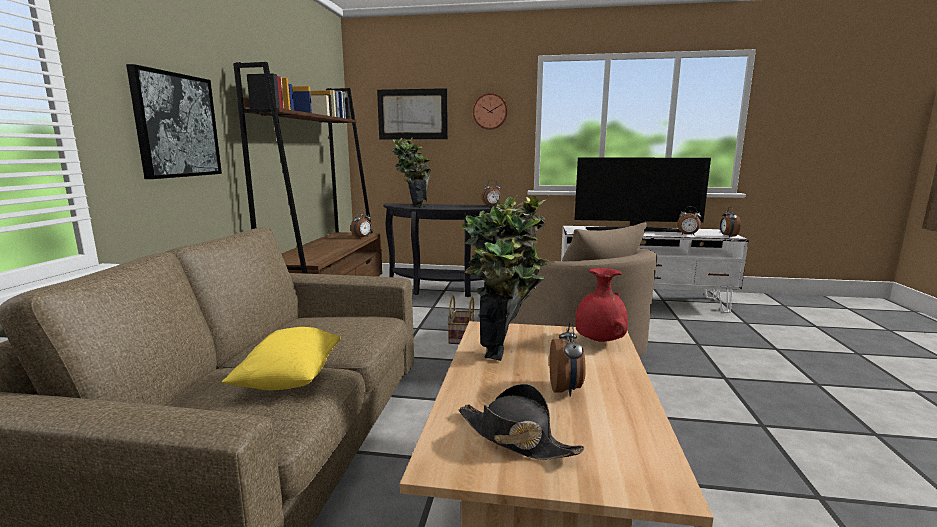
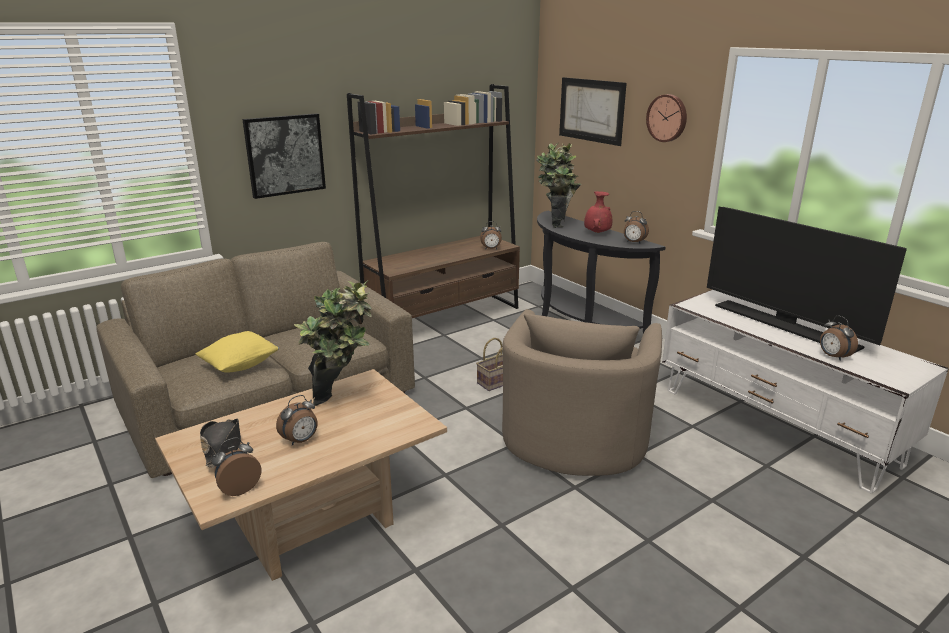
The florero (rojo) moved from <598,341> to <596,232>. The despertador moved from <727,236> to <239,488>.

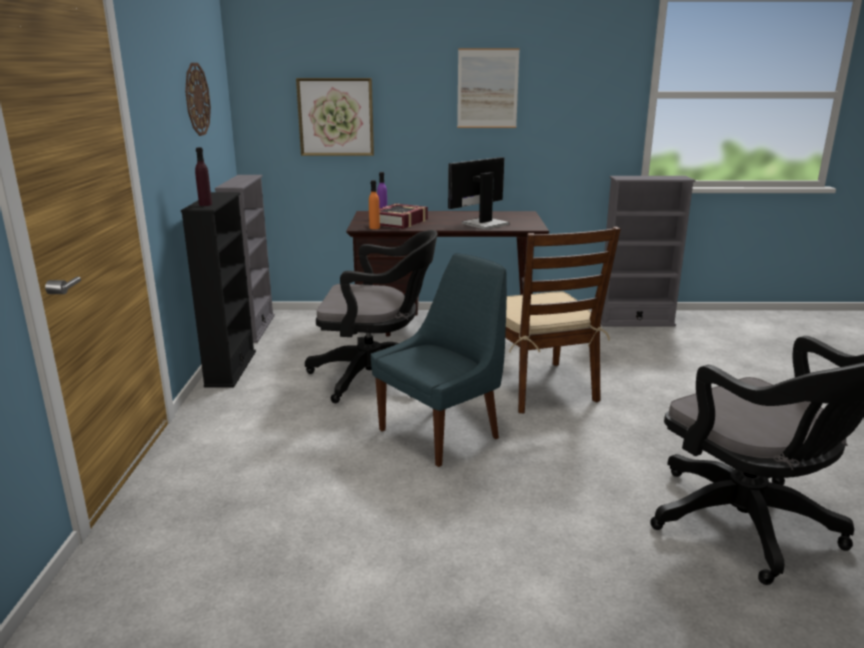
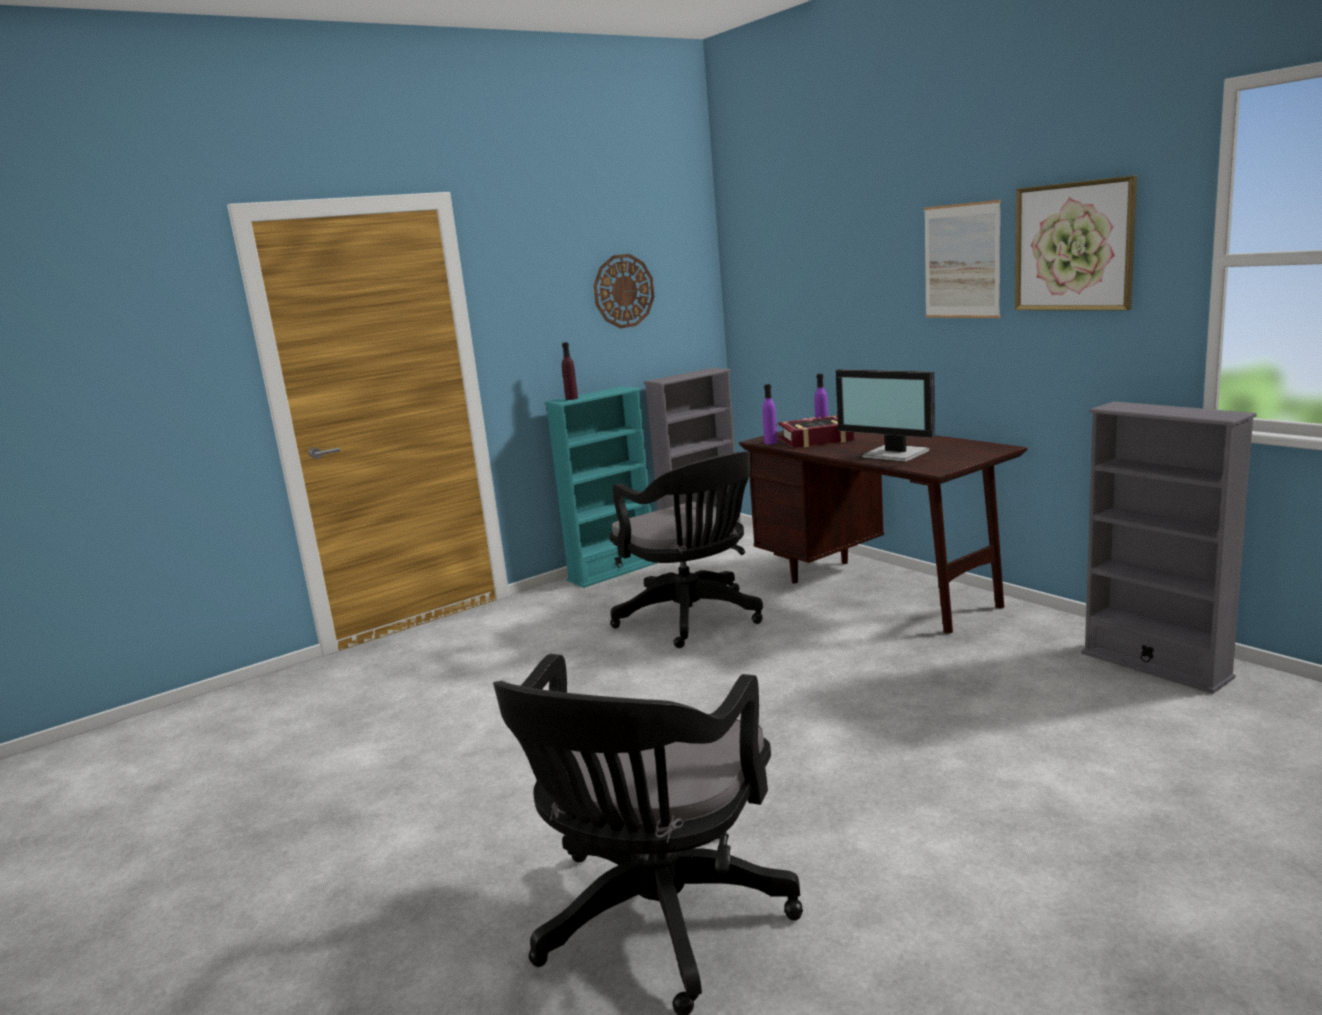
The silla (azul) at <442,432> disappeared. The silla (marrón) at <540,387> disappeared. The cuadro moved from <336,117> to <1074,246>. The estantería (negro) at <230,368> became the estantería (turquesa) at <613,571>. The botella (naranja) at <374,228> became the botella (morado) at <771,442>. The monitor at <483,223> turned 150 degrees counterclockwise.

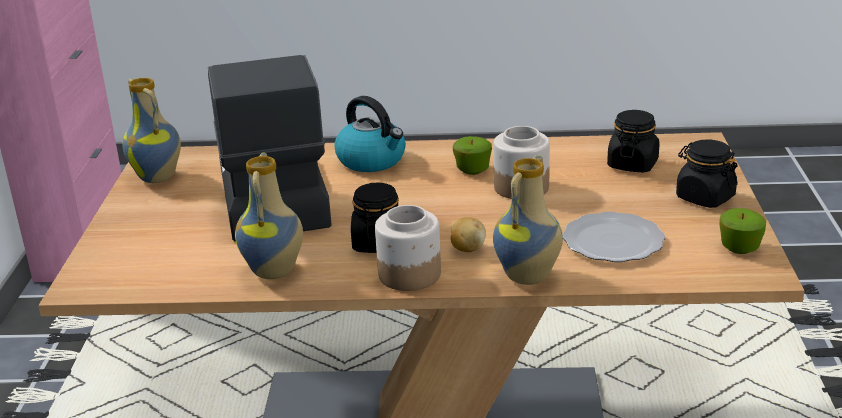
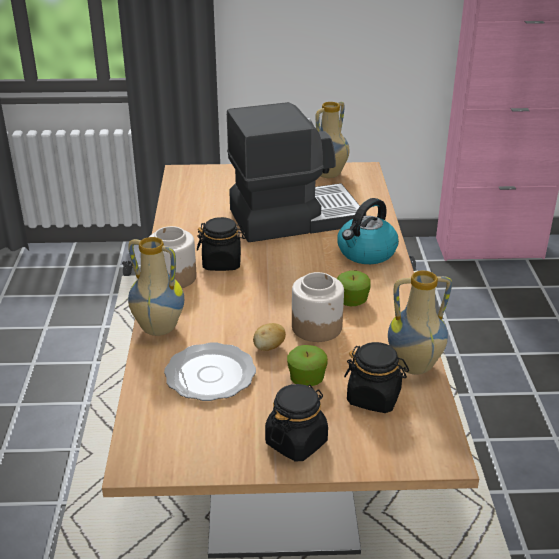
The florero moved from <275,272> to <414,367>. The patata moved from <467,249> to <269,348>. The manzana moved from <739,248> to <306,380>.

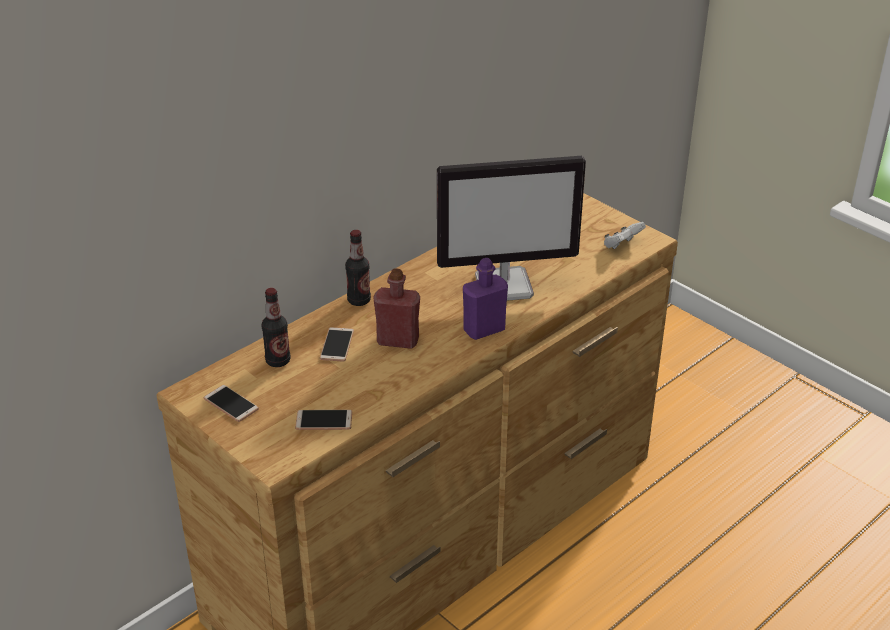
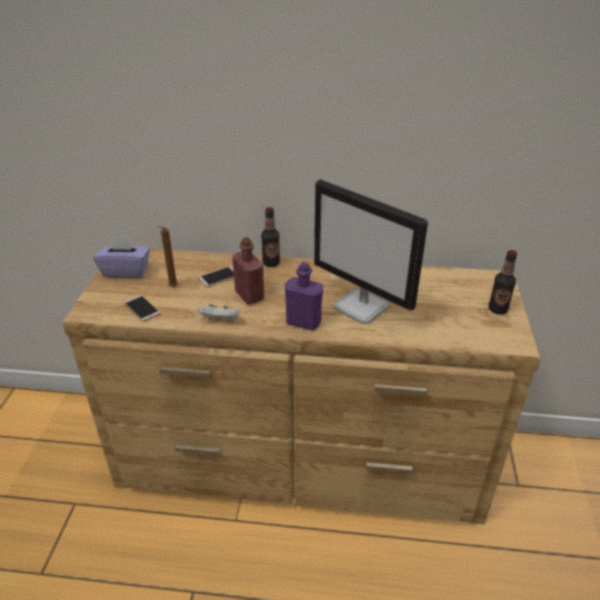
The vela (marrón) at <172,287> appeared. The botella moved from <278,361> to <497,309>. The mando de consola (blanco) moved from <622,245> to <221,321>. The móvil at <231,404> was replaced by the caja de pañuelos (morado) at <126,271>.

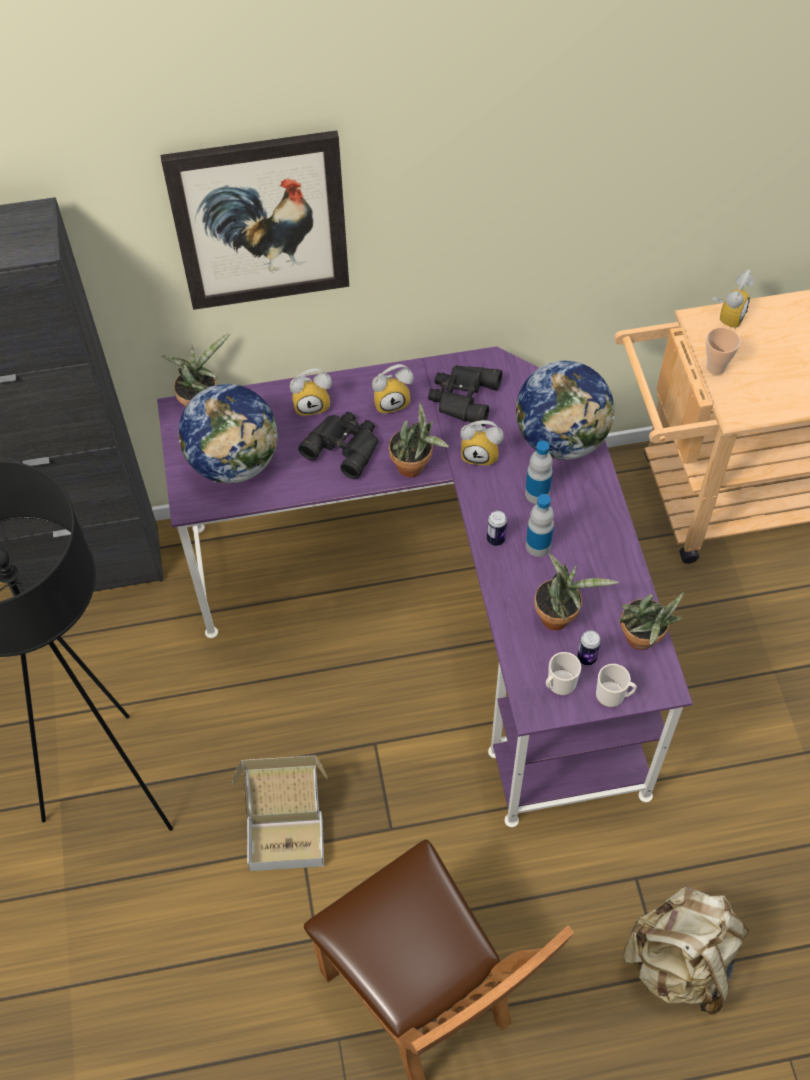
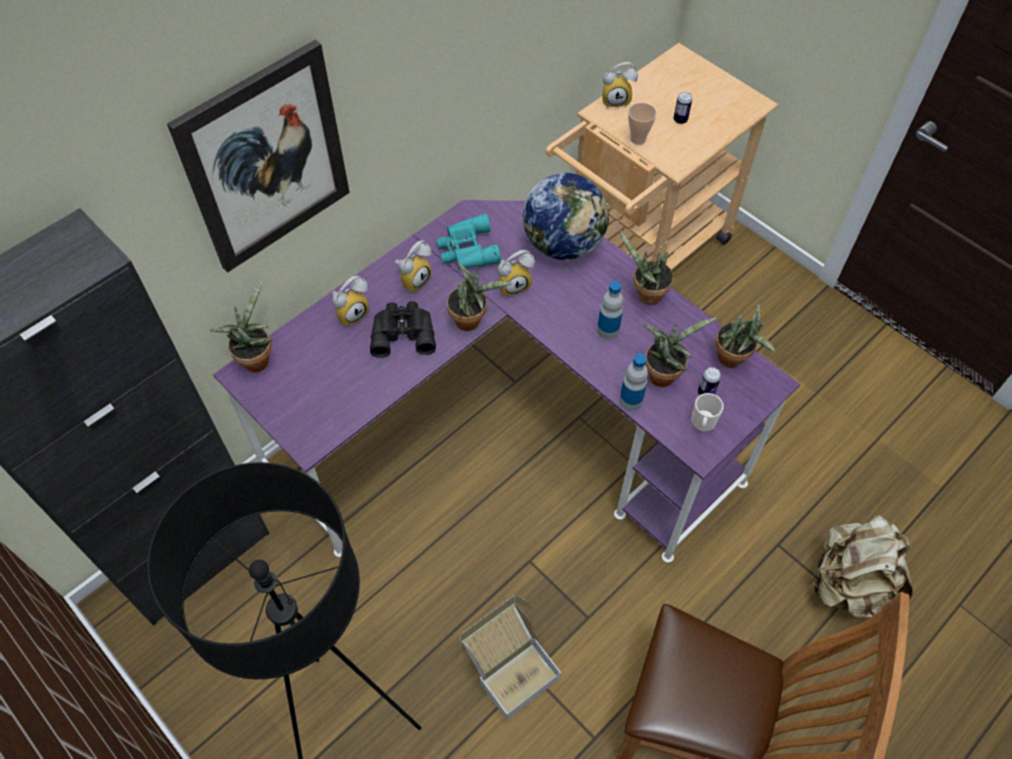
The globo terráqueo at <235,462> disappeared. The taza grande at <613,695> disappeared. The planta en maceta at <645,295> appeared. The lata moved from <495,539> to <680,120>. The botella moved from <537,493> to <630,401>. The prismáticos (negro) at <462,397> became the prismáticos (turquesa) at <466,250>. The despertador at <727,315> turned 90 degrees clockwise.

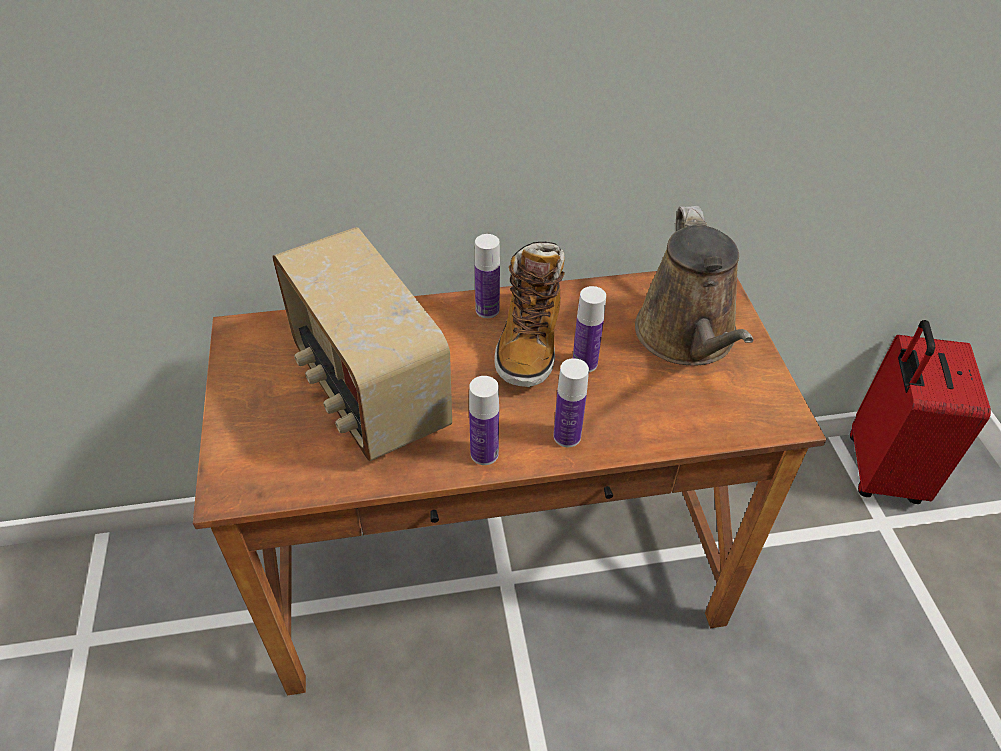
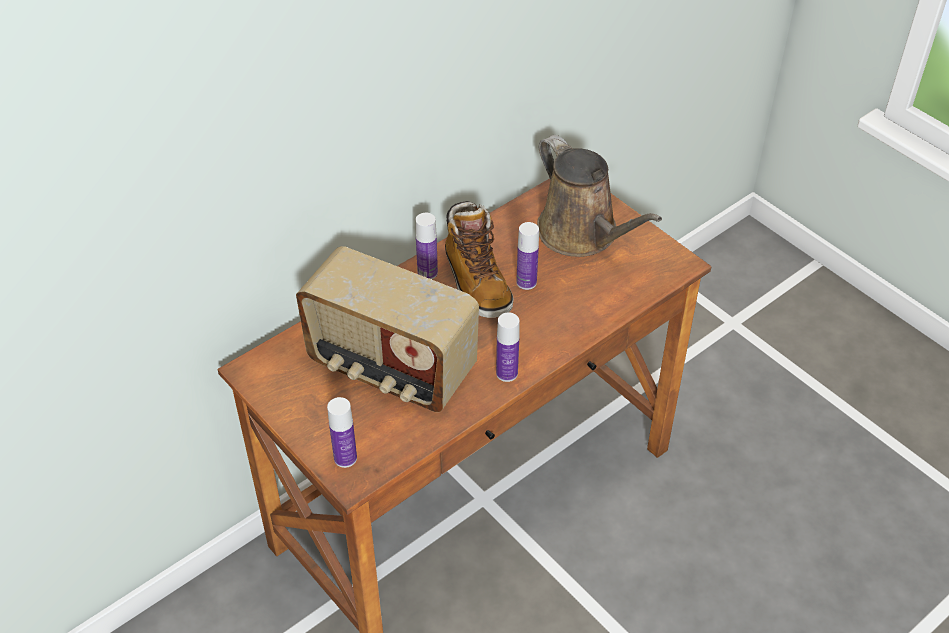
The maleta (rojo) at <880,470> disappeared. The botella moved from <567,436> to <345,458>.

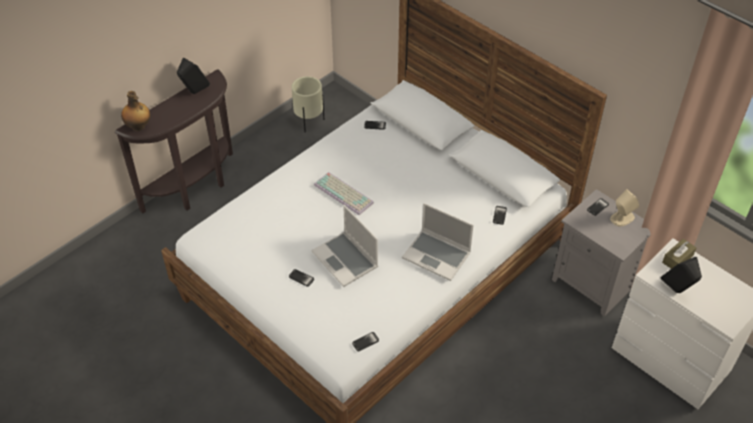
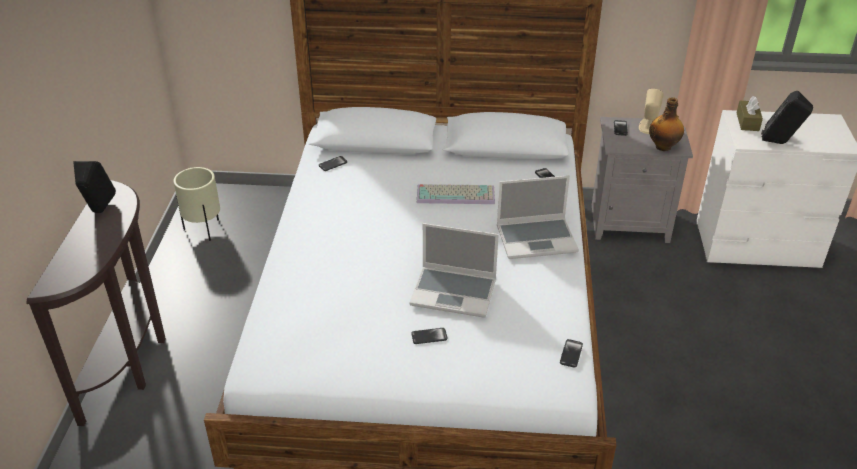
The botella moved from <138,127> to <663,146>. The teclado moved from <345,193> to <456,194>.

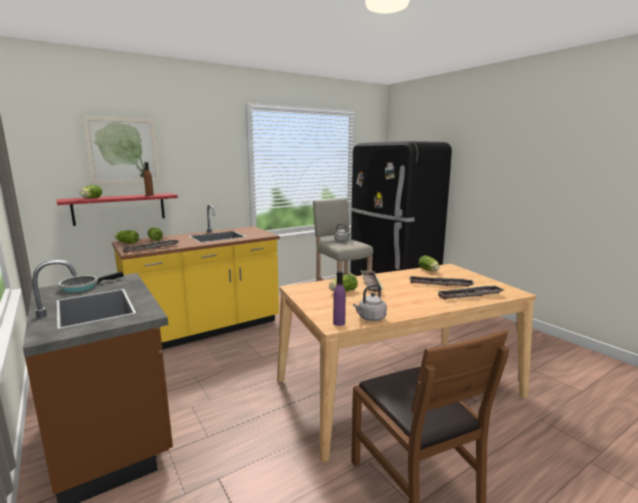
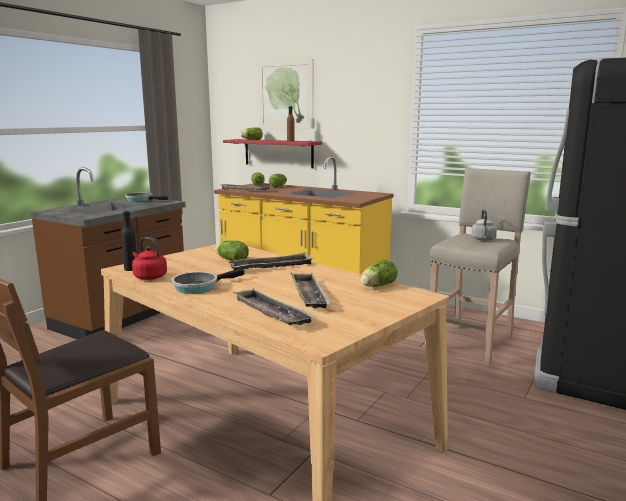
The sartén at <198,286> appeared. The botella (morado) at <339,323> became the botella (negro) at <131,269>. The hervidor (gris) at <370,318> became the hervidor (rojo) at <149,277>.

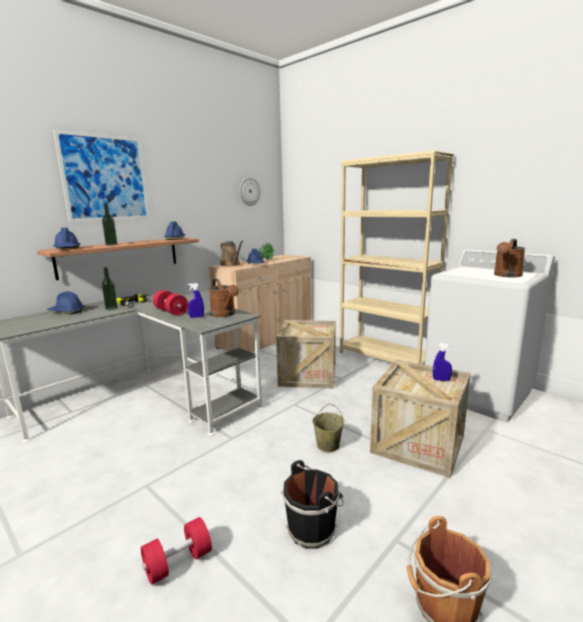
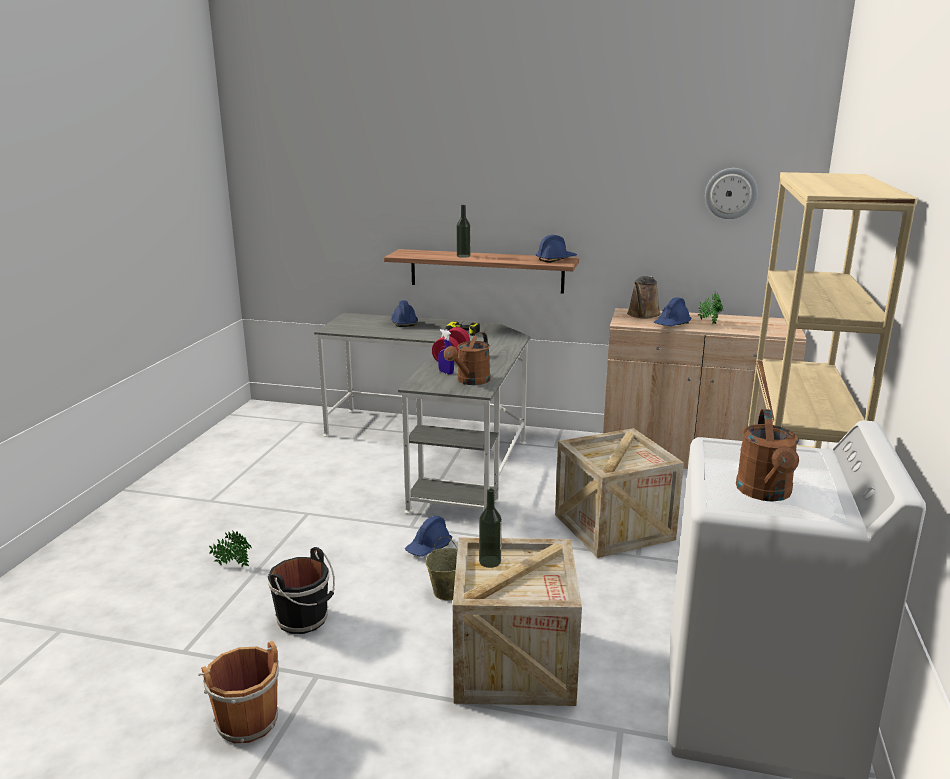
The cuadro at <105,178> disappeared. The pulverizador (azul) at <441,380> disappeared. The casco (azul) moved from <67,249> to <429,547>. The botella moved from <111,308> to <490,561>. The mancuerna (rojo) at <178,562> was replaced by the planta en maceta at <232,565>. The regadera (marrón) at <506,276> turned 90 degrees counterclockwise.

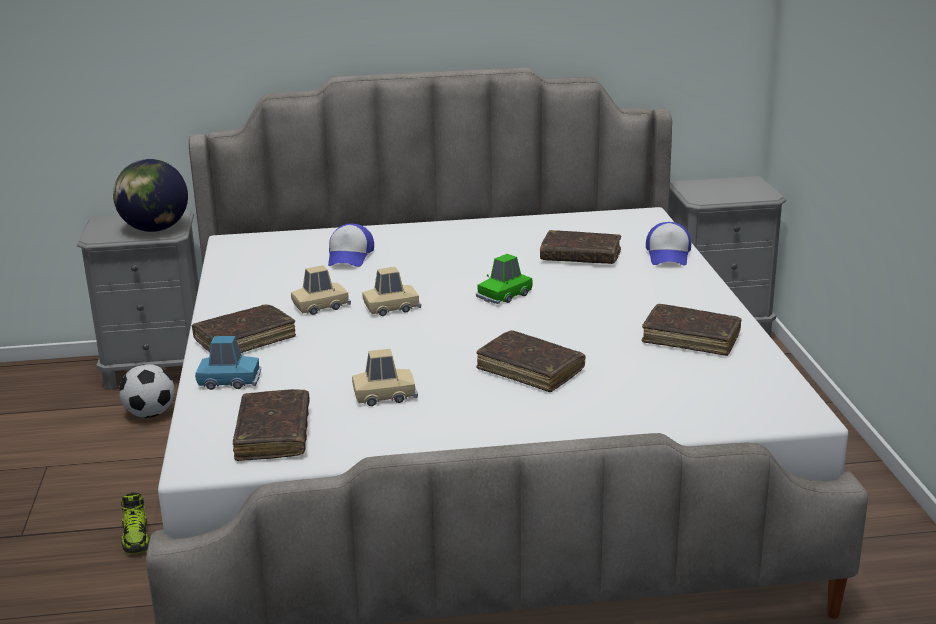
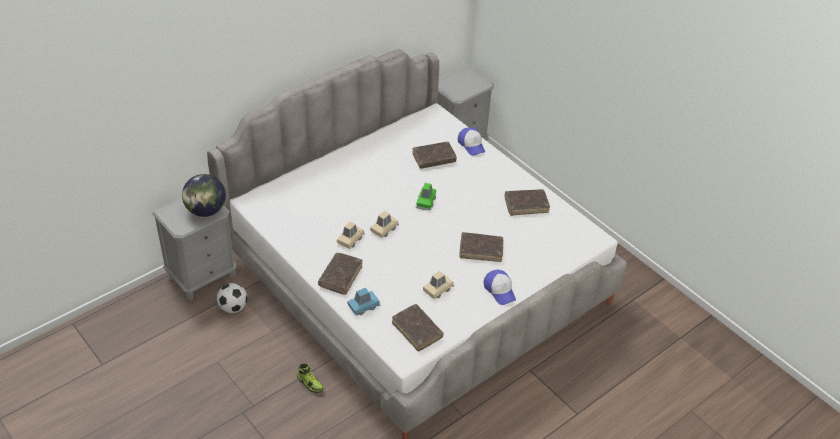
The gorra moved from <350,256> to <500,290>.

